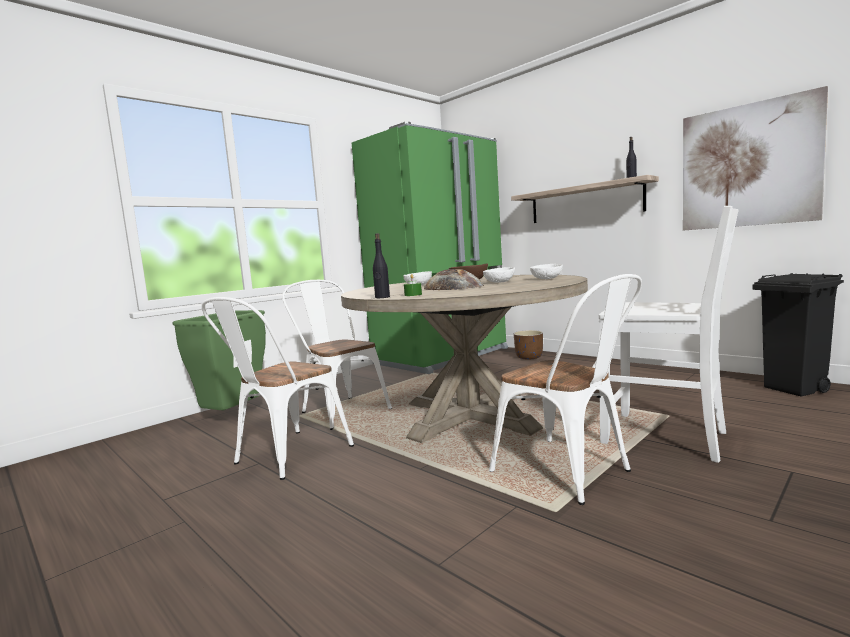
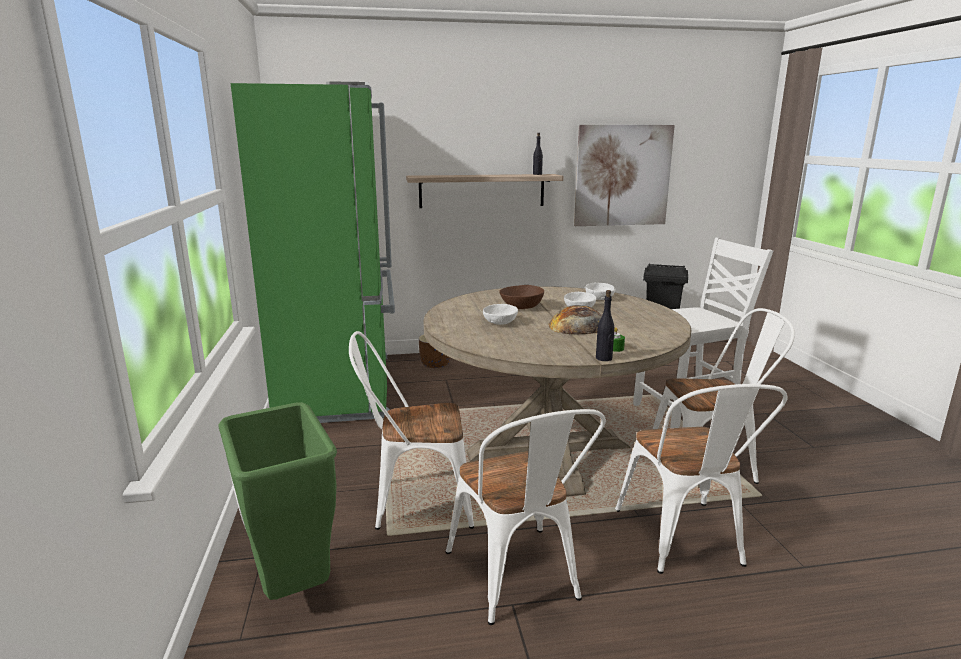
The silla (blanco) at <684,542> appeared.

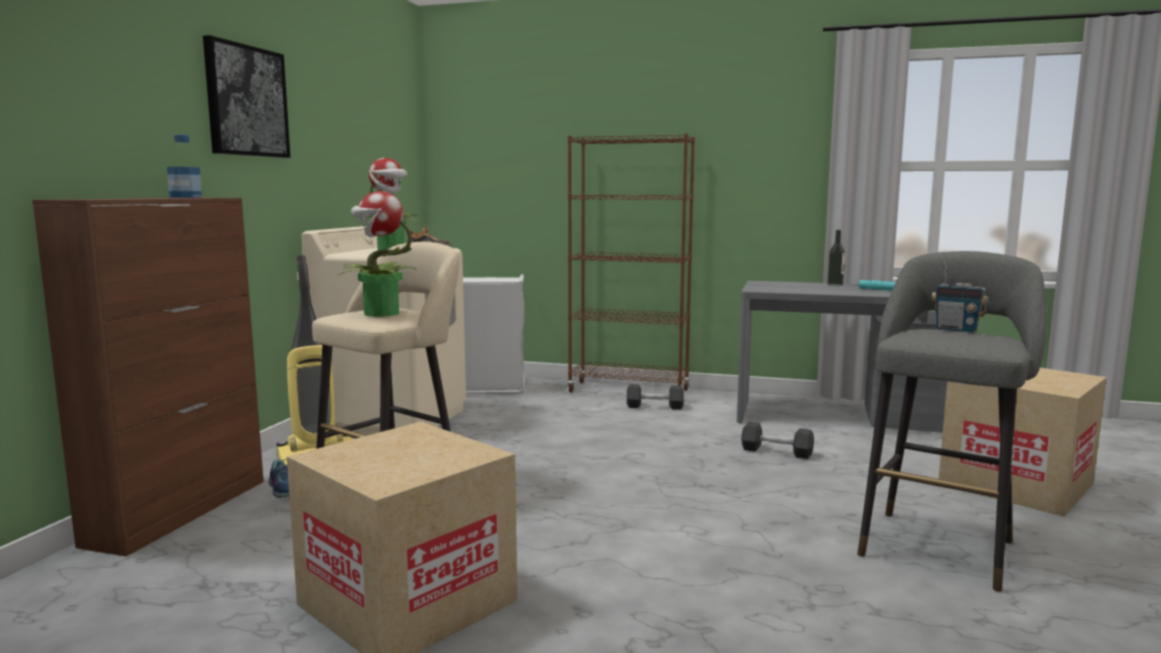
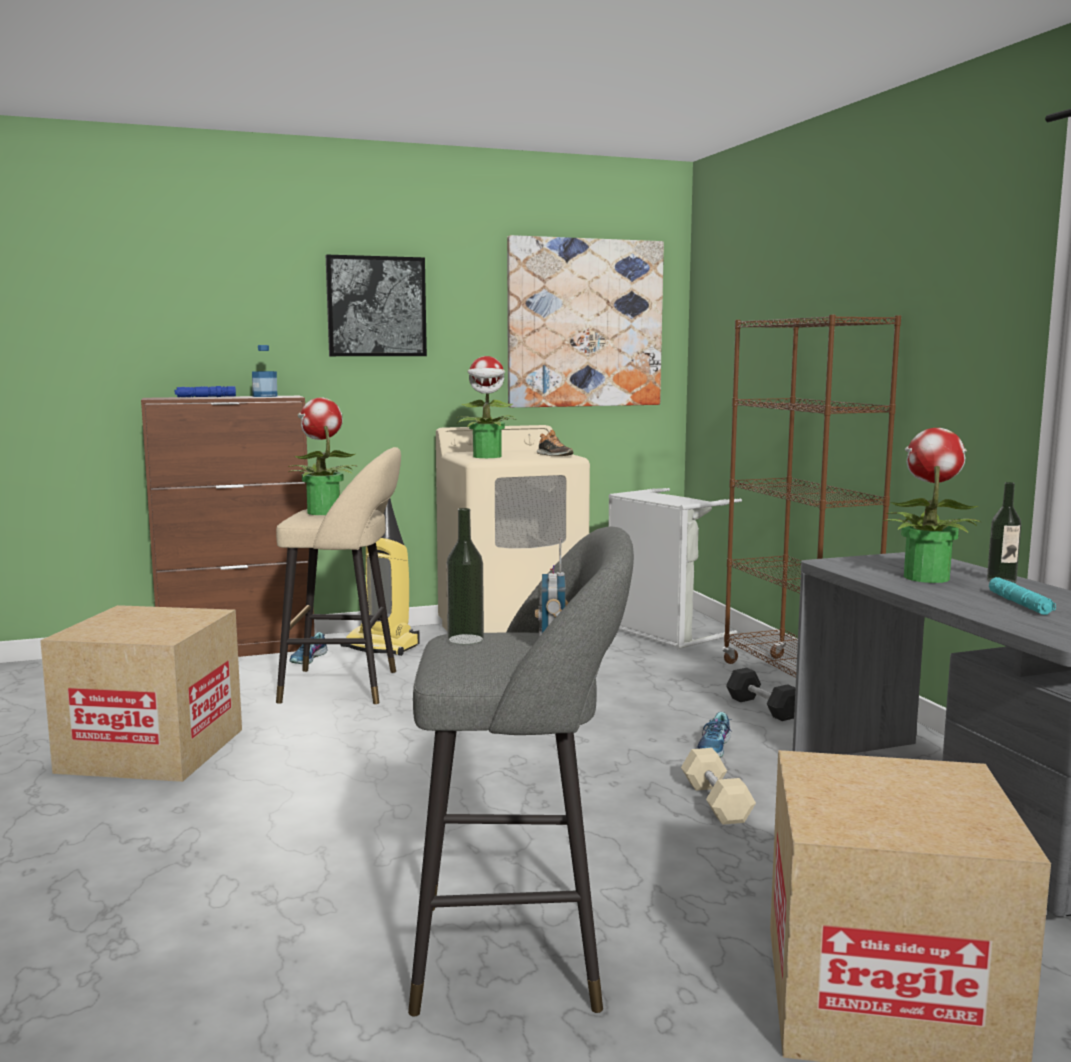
The linterna (azul) at <205,397> appeared. The botella at <465,639> appeared. The cuadro at <585,323> appeared. The zapato at <715,747> appeared. The planta en maceta at <925,577> appeared. The mancuerna (negro) at <776,452> became the mancuerna (beis) at <716,802>.

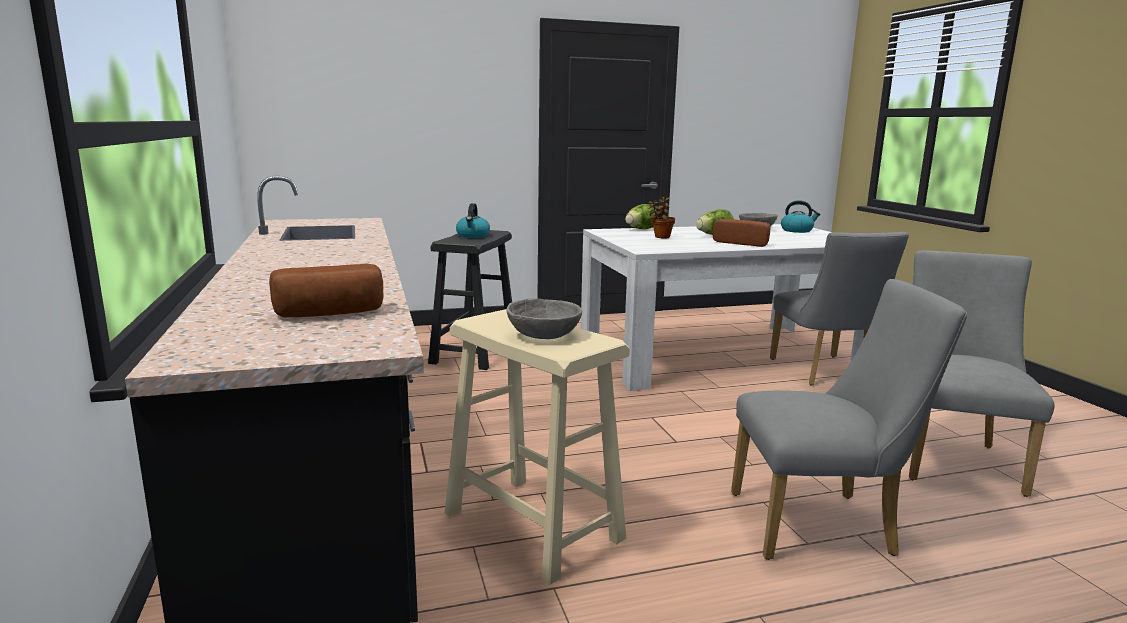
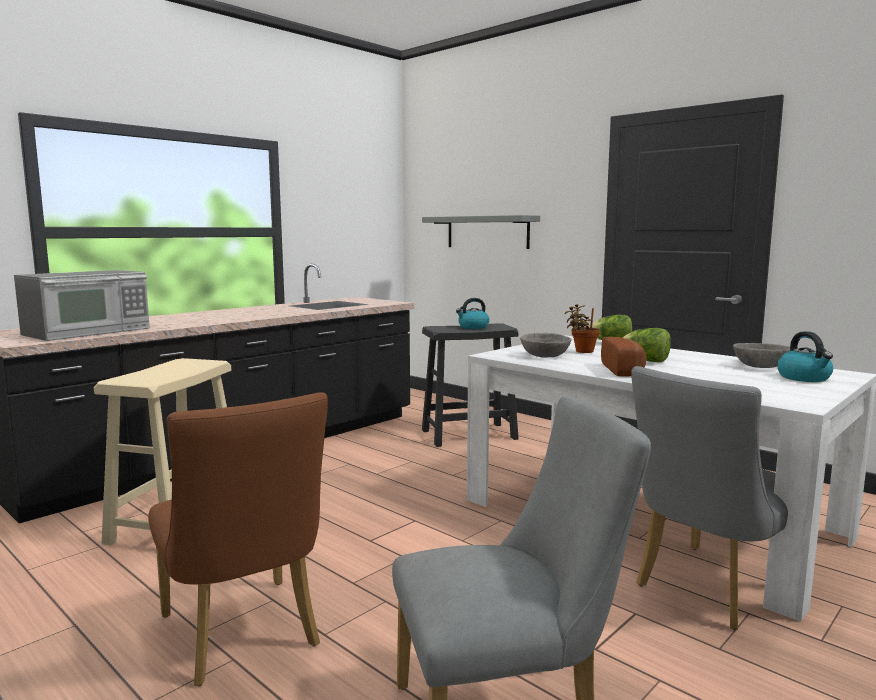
The estante (gris) at <487,232> appeared. The cuenco (gris) moved from <543,334> to <545,355>. The pan at <330,314> was replaced by the microondas at <89,331>. The silla (gris) at <822,524> became the silla (marrón) at <244,636>.

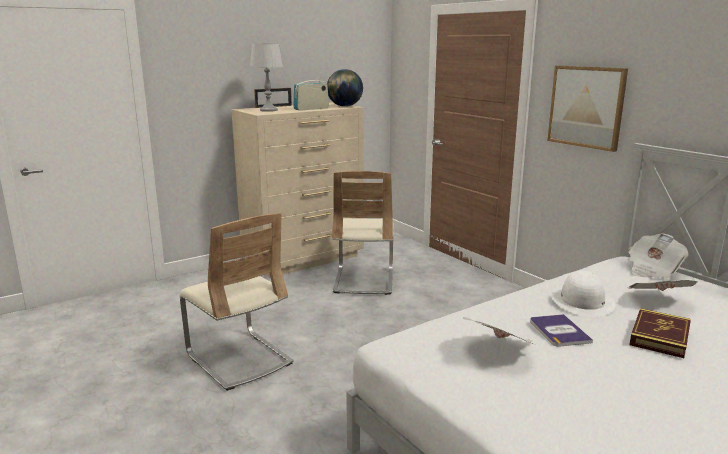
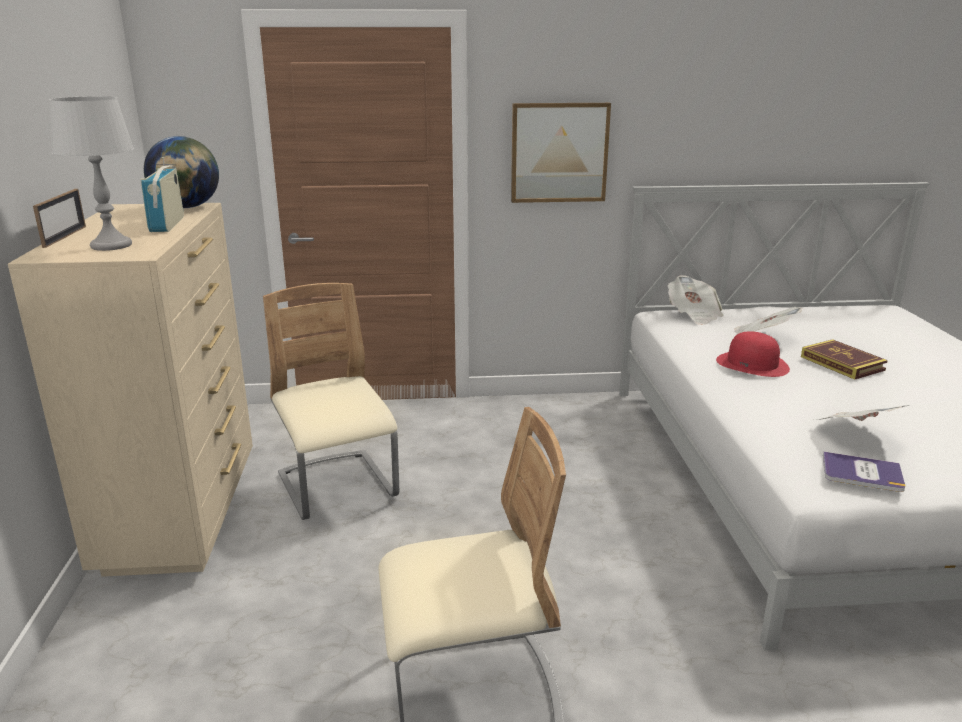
The libro moved from <559,331> to <862,473>. The sombrero (blanco) at <582,302> became the sombrero (rojo) at <752,364>. The silla (beis) at <363,280> turned 150 degrees counterclockwise.

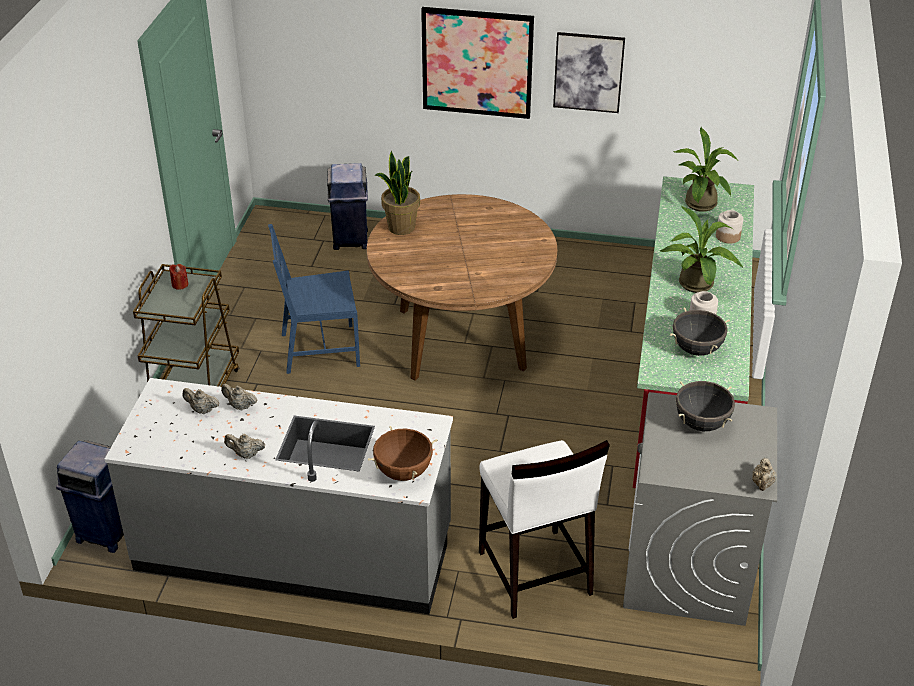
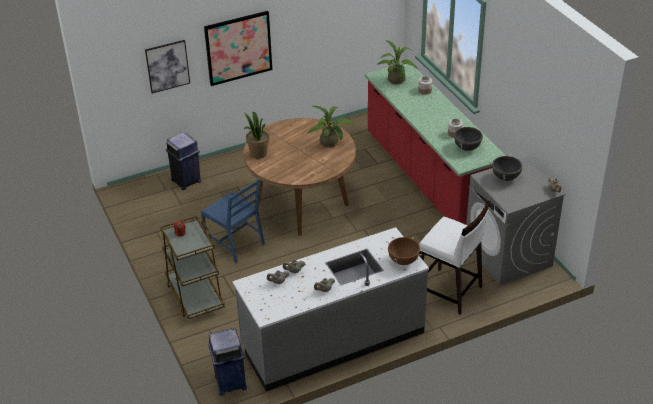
The cuadro moved from <588,72> to <167,66>. The planta en maceta moved from <698,286> to <331,143>. The silla (azul) at <319,349> turned 90 degrees counterclockwise.

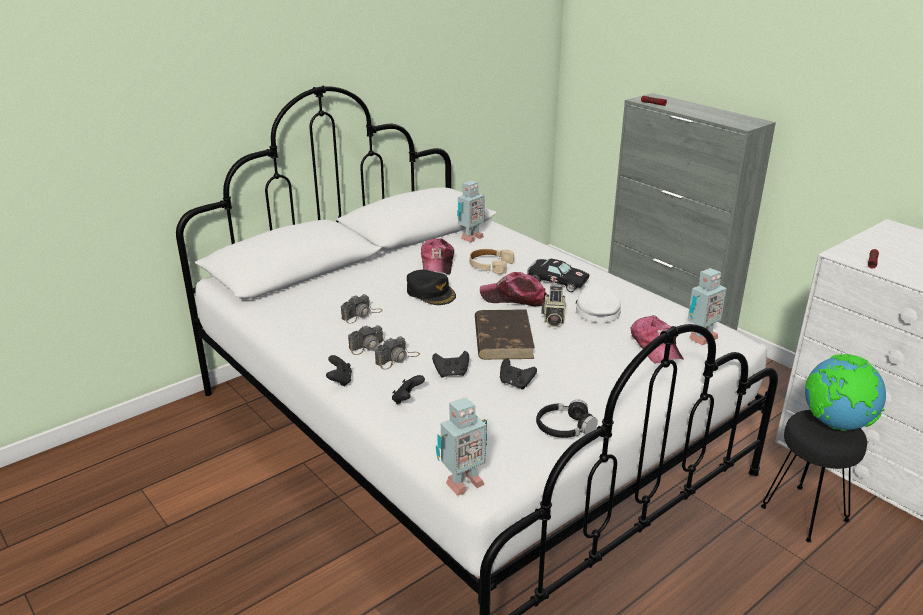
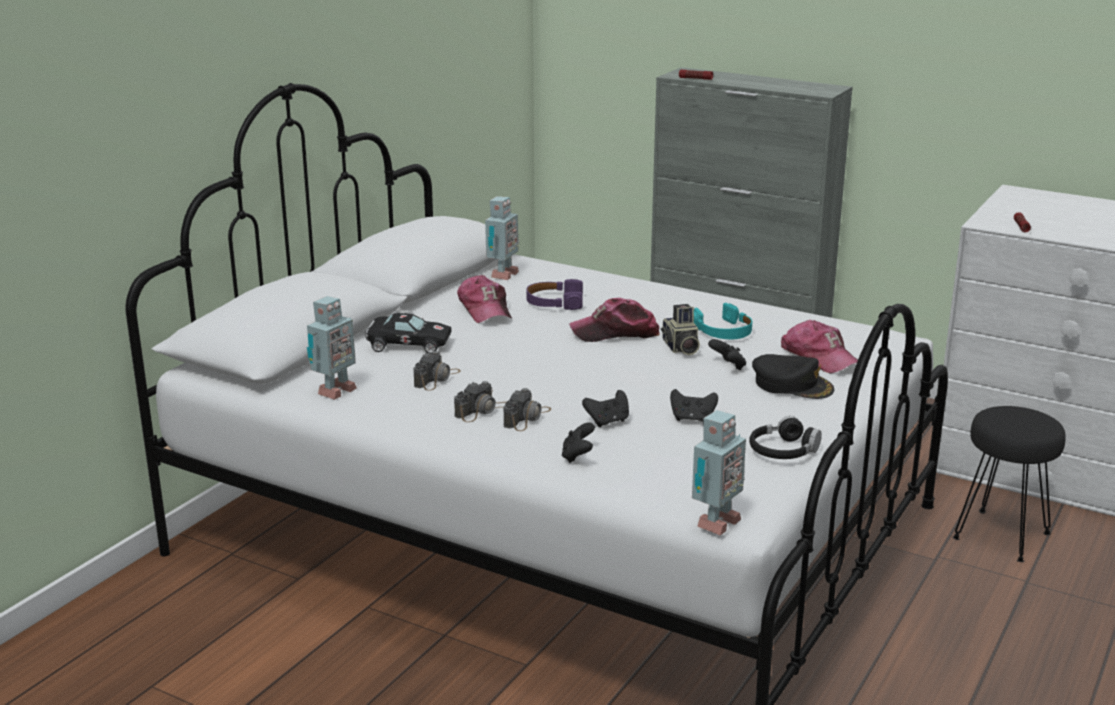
The libro (marrón) at <503,338> disappeared. The globo terráqueo at <835,424> disappeared. The mando de consola (negro) moved from <340,380> to <728,366>. The gorra (negro) moved from <431,292> to <792,384>. The coche de juguete (negro) moved from <555,282> to <405,344>. The robot de juguete moved from <700,338> to <334,391>. The gorra (blanco) at <596,310> was replaced by the auriculares (turquesa) at <723,331>. The auriculares (beis) at <490,265> became the auriculares (morado) at <554,302>.

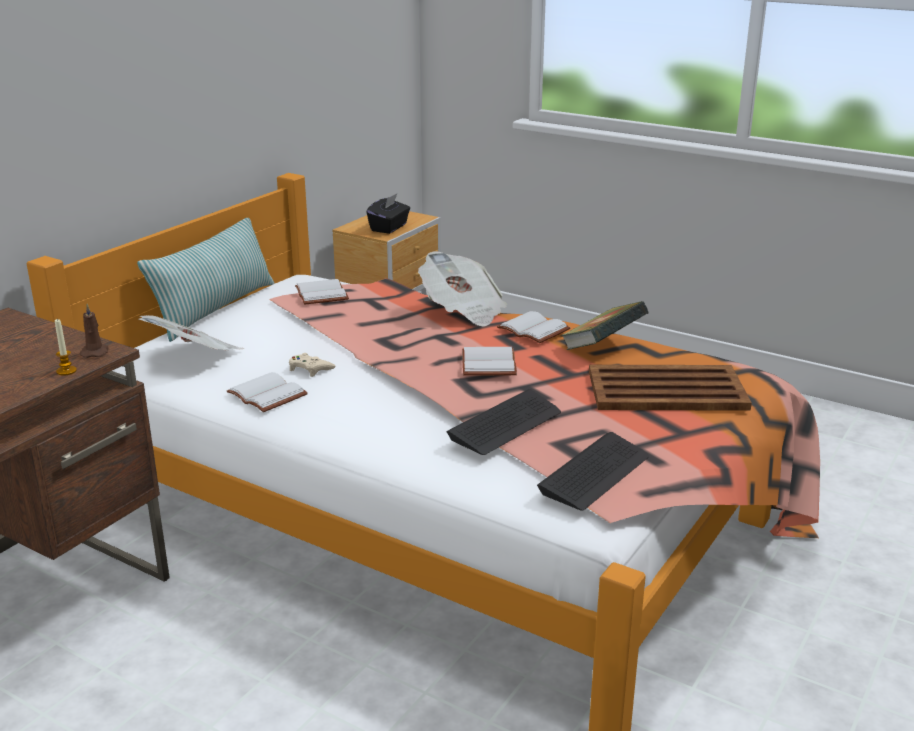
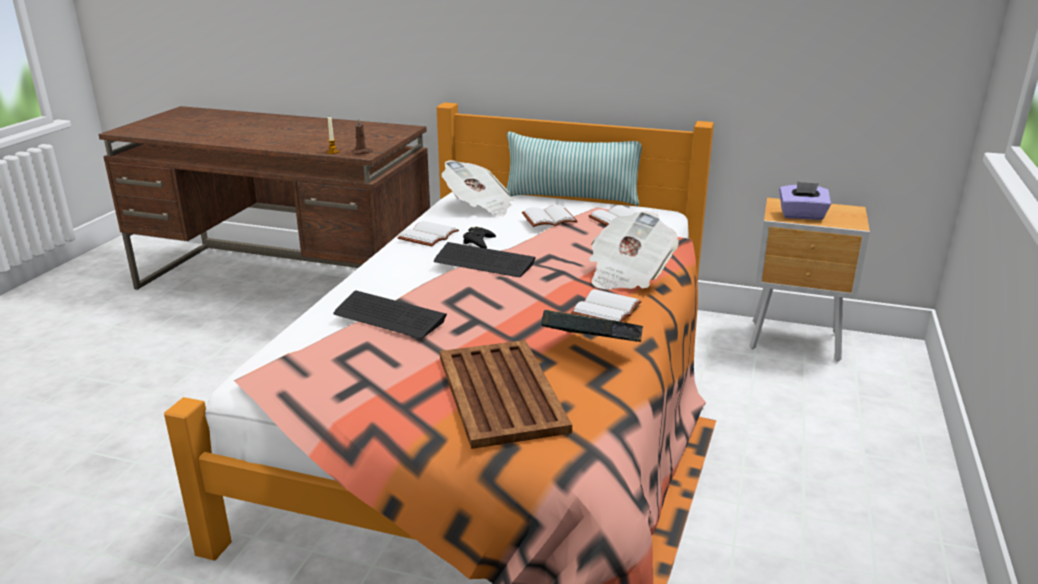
The libro (blanco) moved from <490,364> to <548,219>. The teclado moved from <594,473> to <484,262>. The mando de consola (beis) at <310,369> became the mando de consola (negro) at <478,241>. The caja de pañuelos (negro) at <389,228> became the caja de pañuelos (morado) at <802,215>.

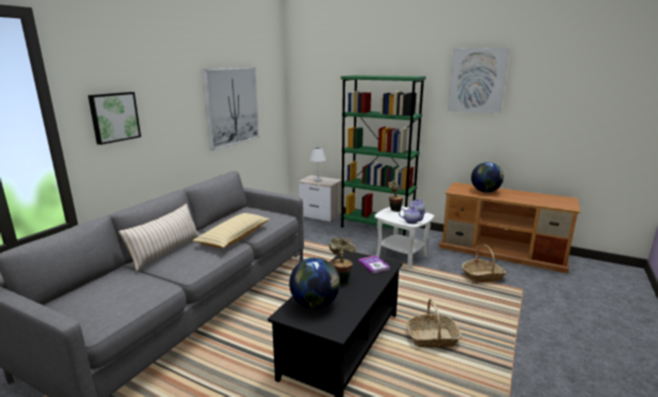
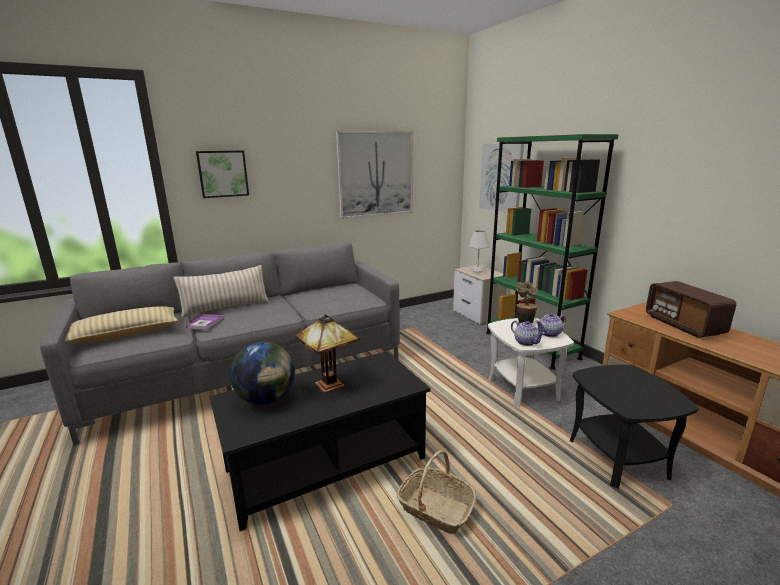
The cojín (beis) moved from <234,237> to <125,334>. The libro moved from <373,265> to <205,323>. The cuadro moved from <477,80> to <501,177>. The planta en maceta at <341,280> was replaced by the lámpara de mesa at <330,383>. The cesta at <482,277> was replaced by the mesa auxiliar (negro) at <618,458>. The globo terráqueo at <485,191> was replaced by the radio at <683,325>.

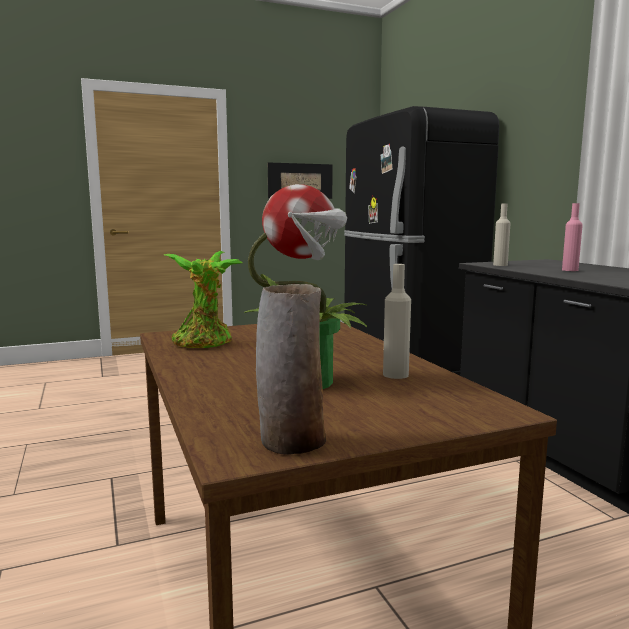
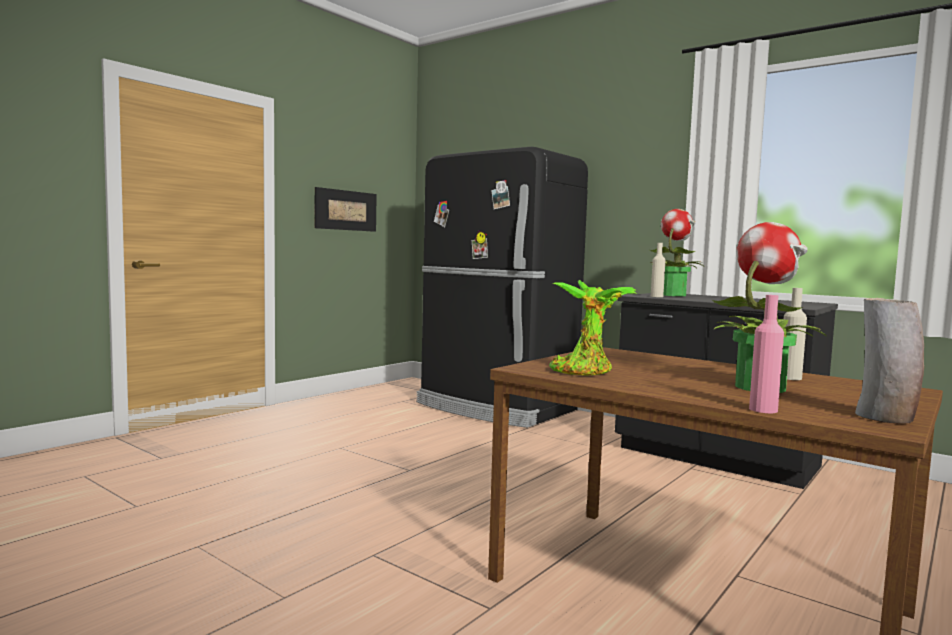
The planta en maceta at <673,295> appeared. The botella (rosa) moved from <570,270> to <763,410>.

